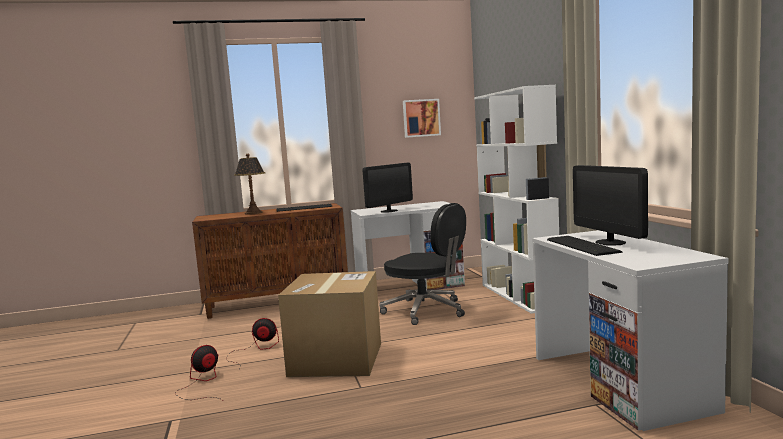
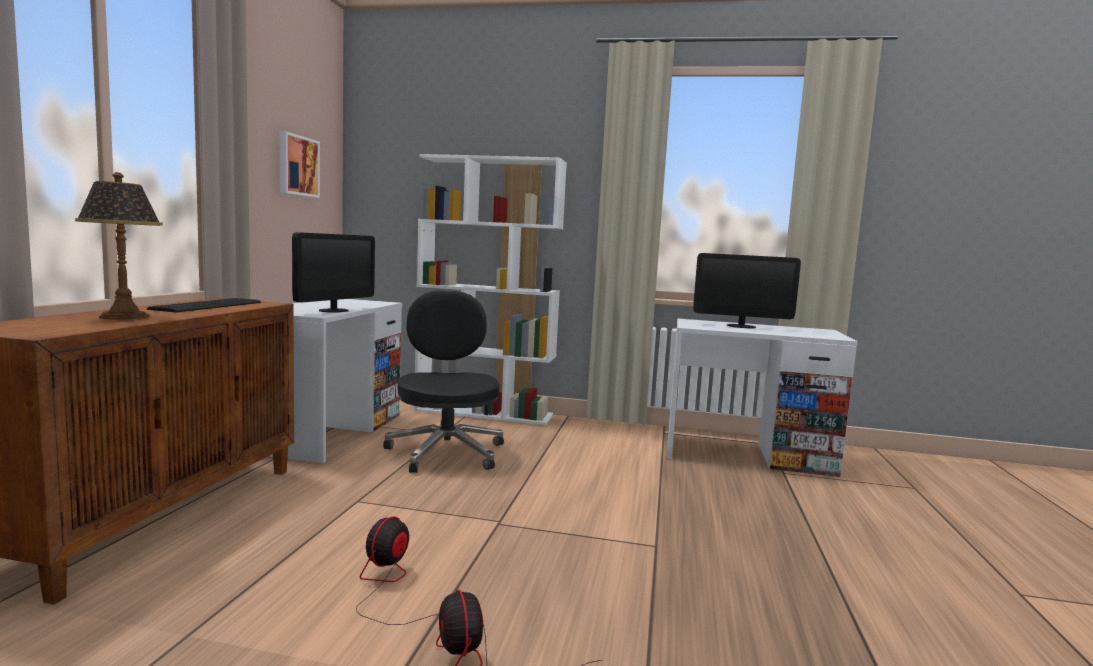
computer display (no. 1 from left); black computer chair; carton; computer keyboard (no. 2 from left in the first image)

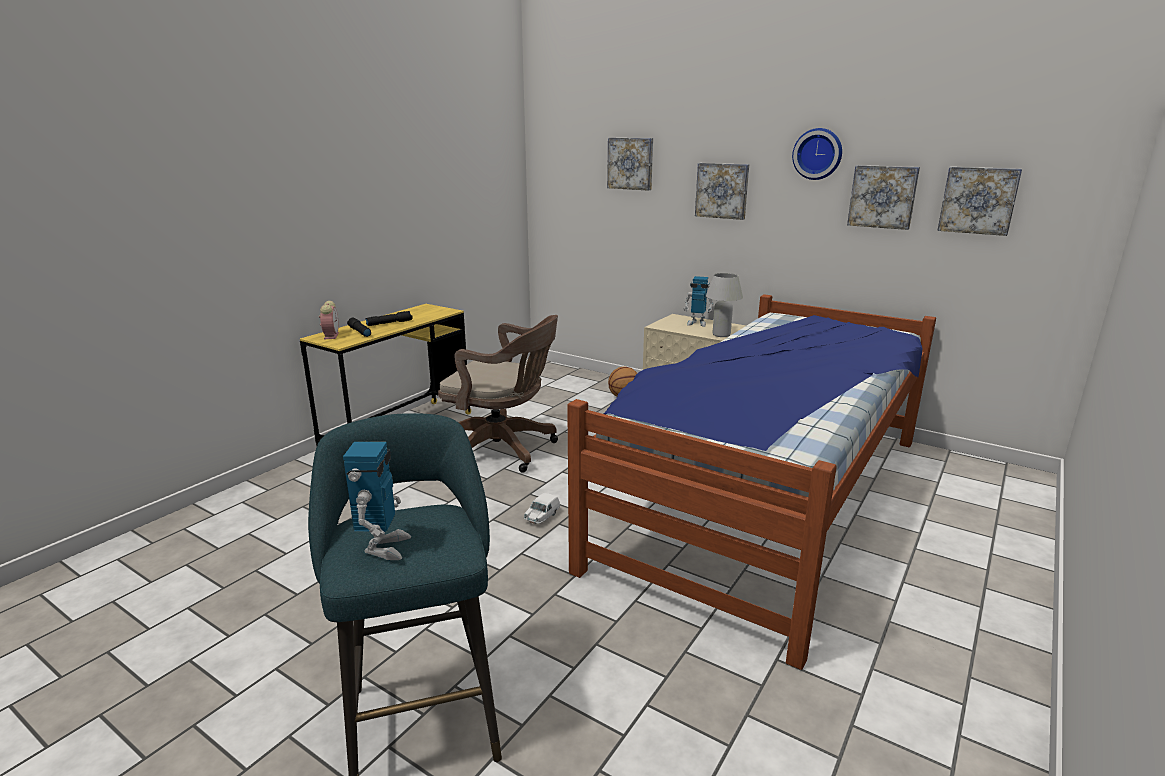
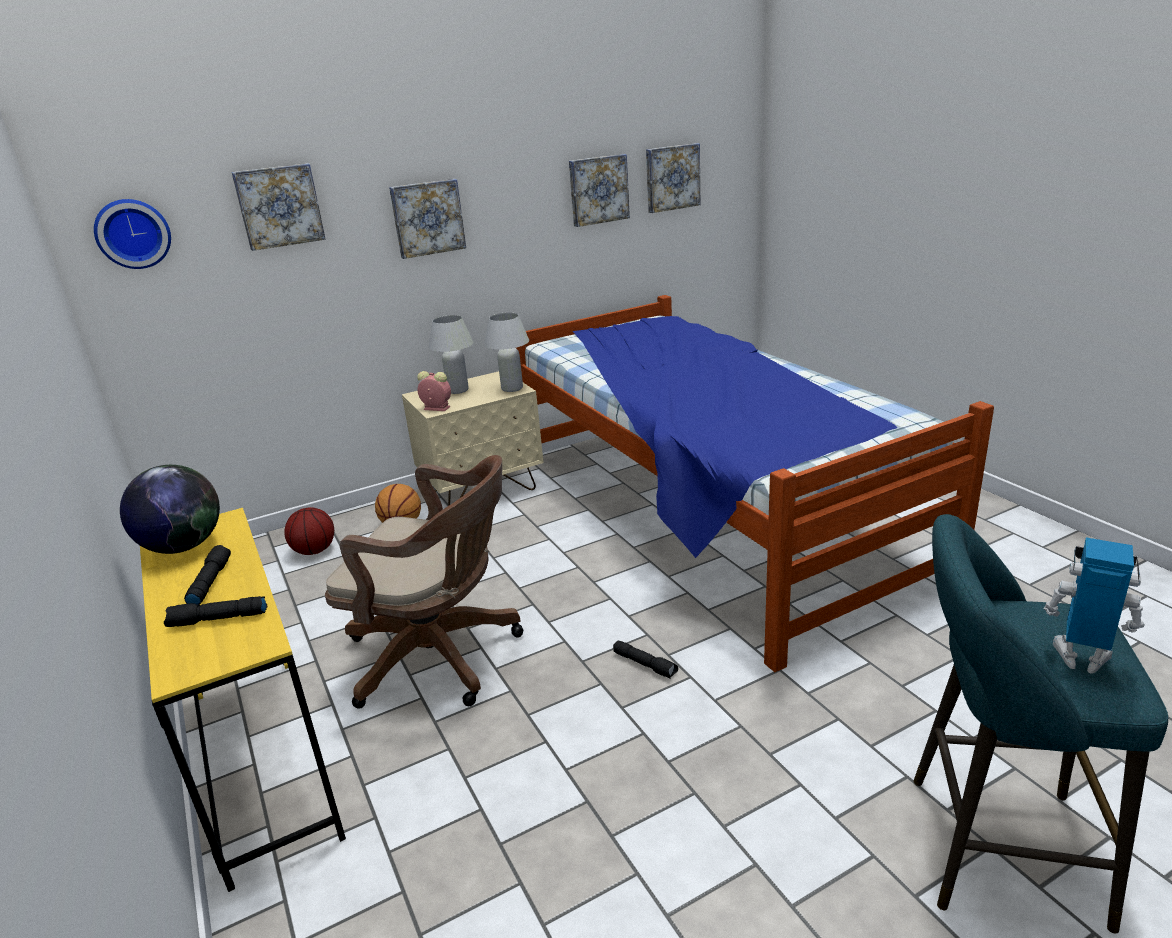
hanging clock; desk globe; basketball (no. 1 from left); brown-coloured computer chair; bedside clock; whitish tabletop lamp (no. 1 from left); black torch (no. 3 from left)

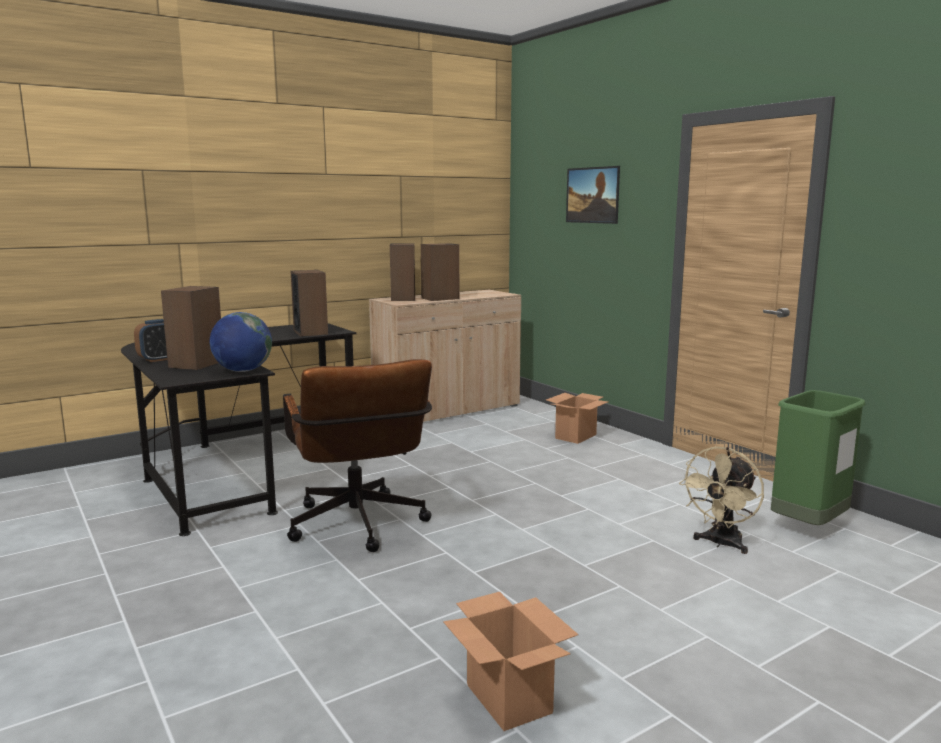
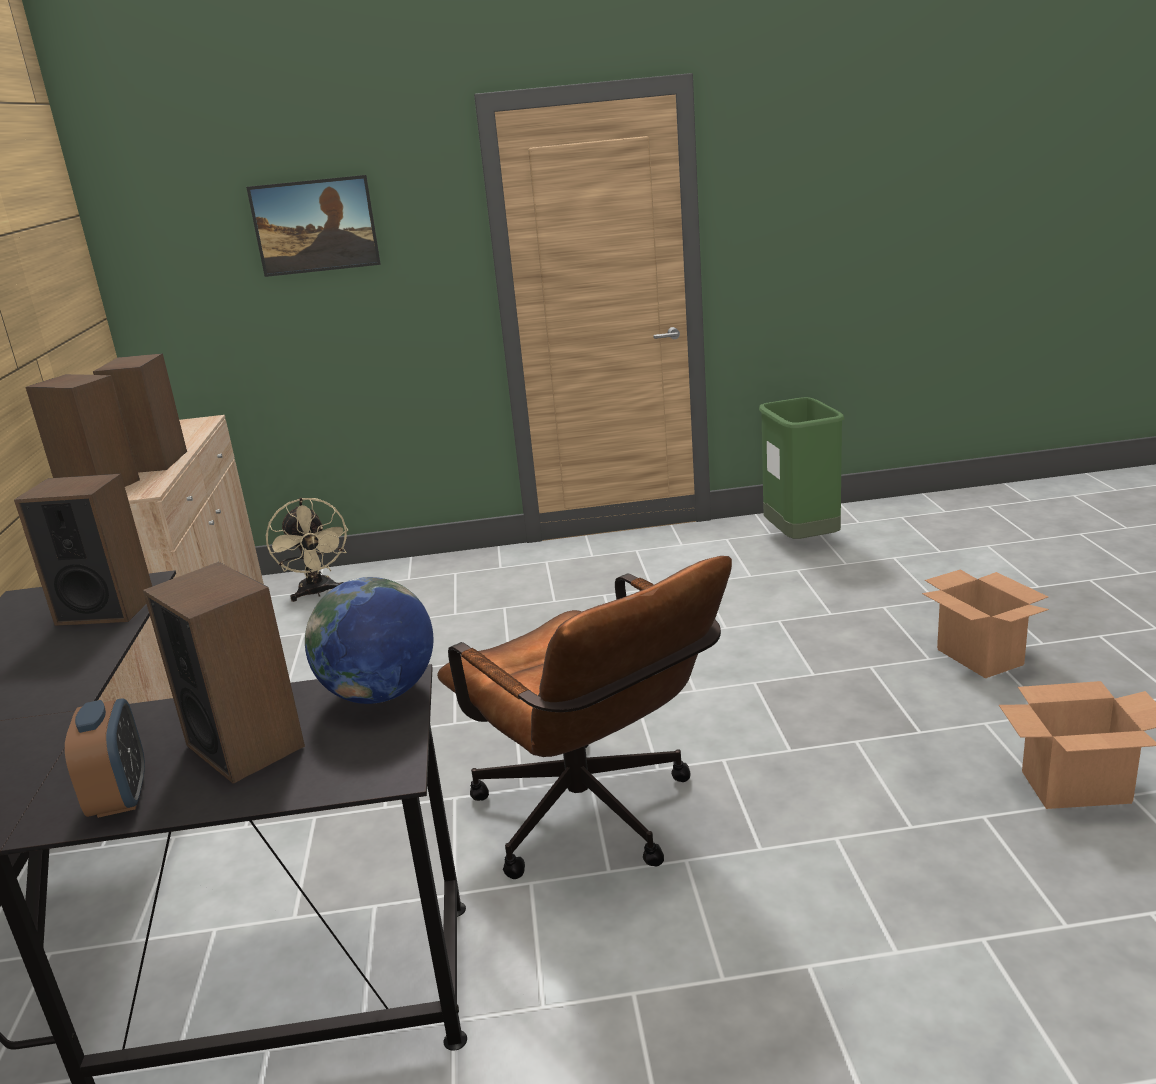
beige fan; brown-coloured computer chair; carton (no. 1 from left)

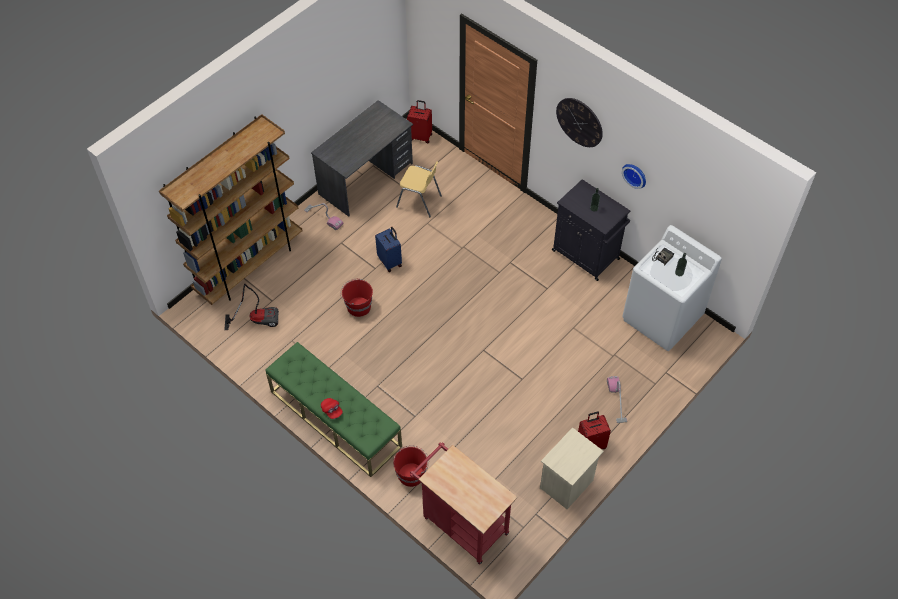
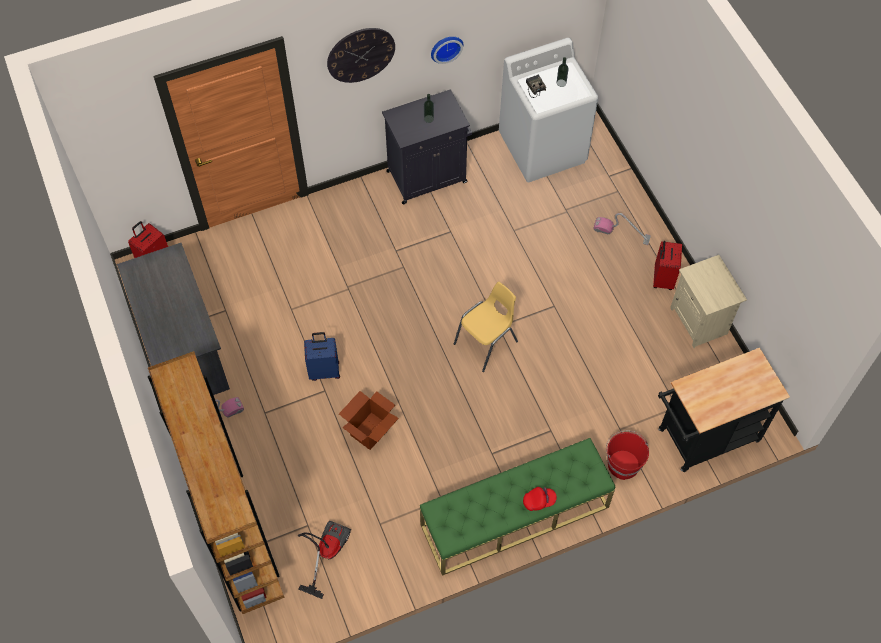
carton; yellow-coloured plain chair; black cart

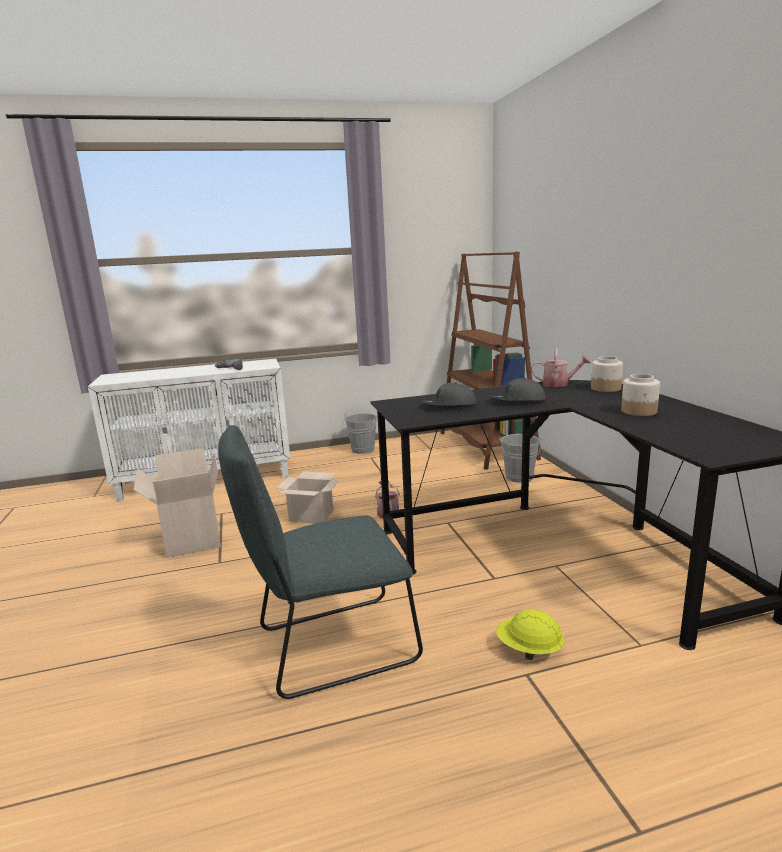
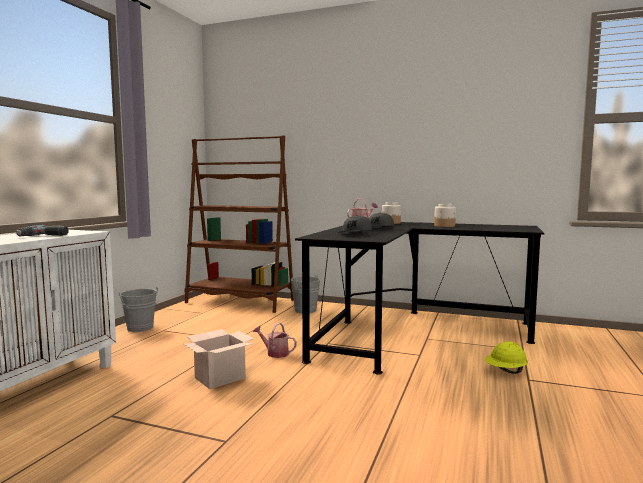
carton (no. 1 from left in the first image); gray plain chair

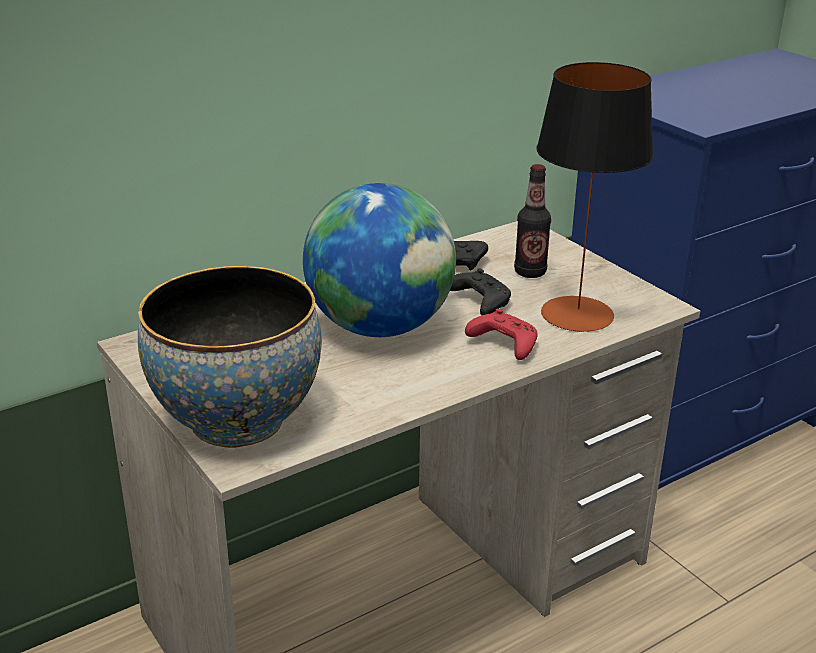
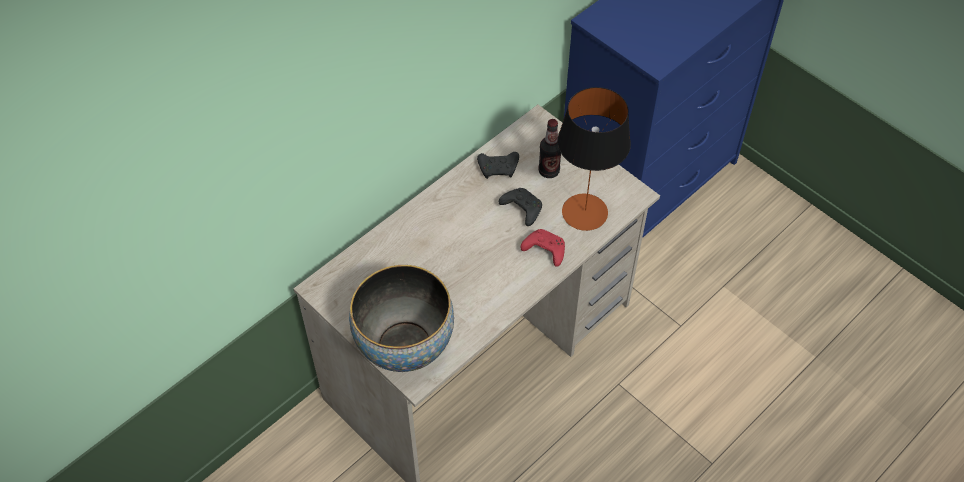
desk globe

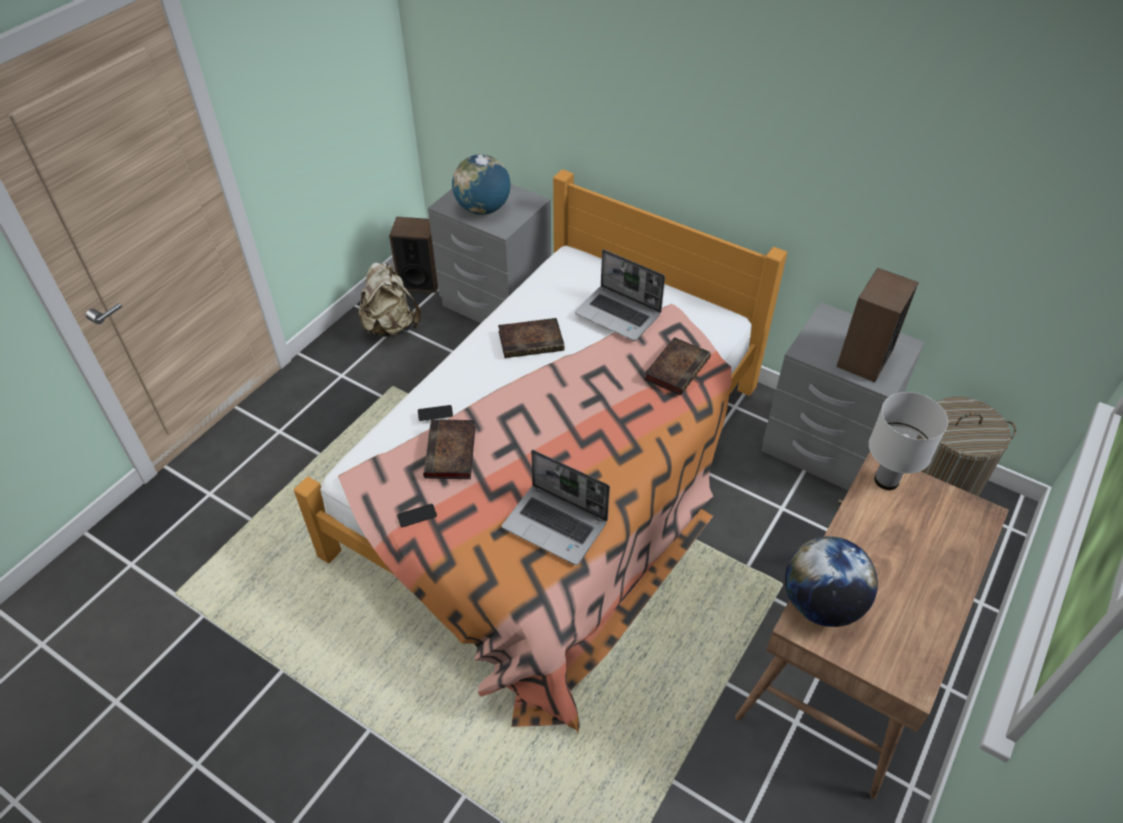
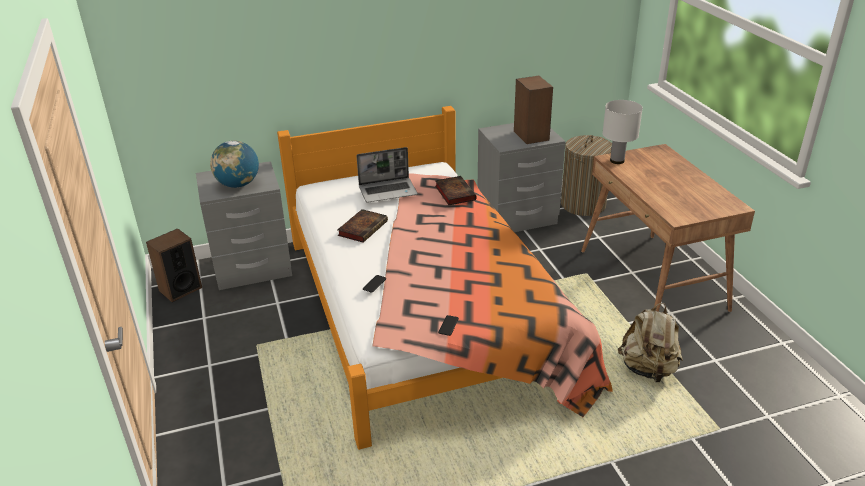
beige rucksack; bound book (no. 1 from left in the first image); notebook computer (no. 1 from left in the first image); desk globe (no. 2 from left in the first image)

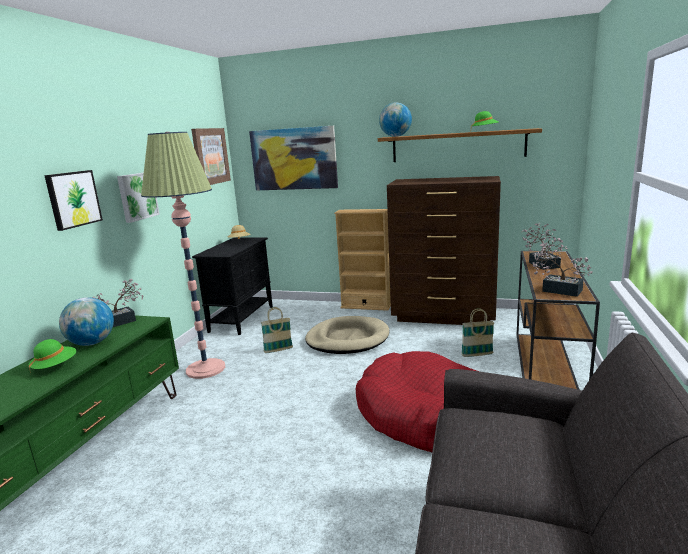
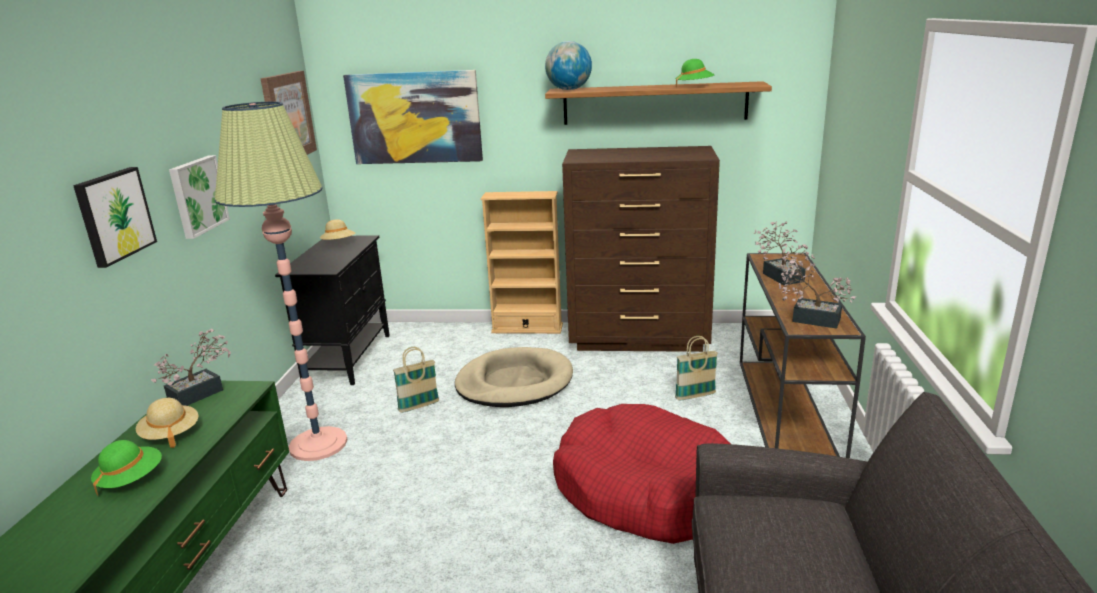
beige hat (no. 1 from left)

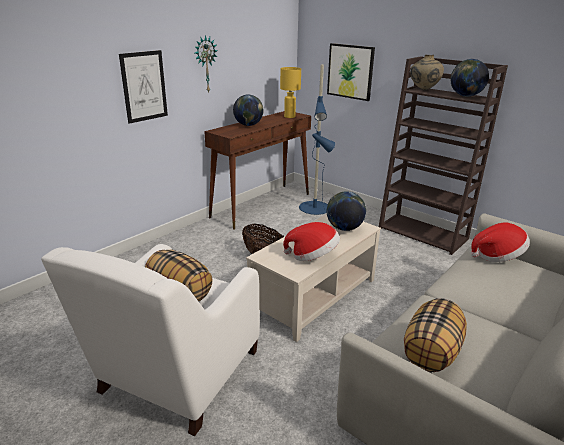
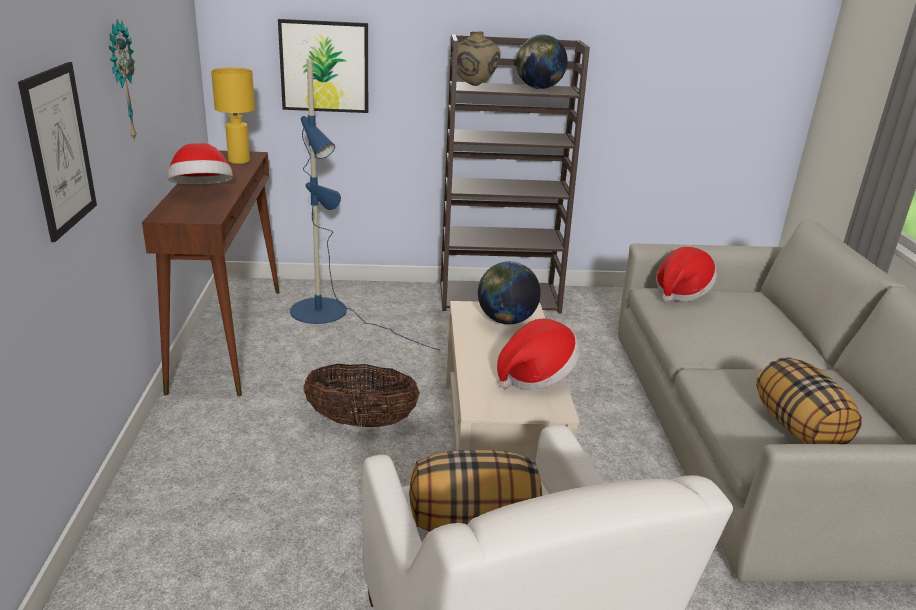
hat (no. 1 from left)

